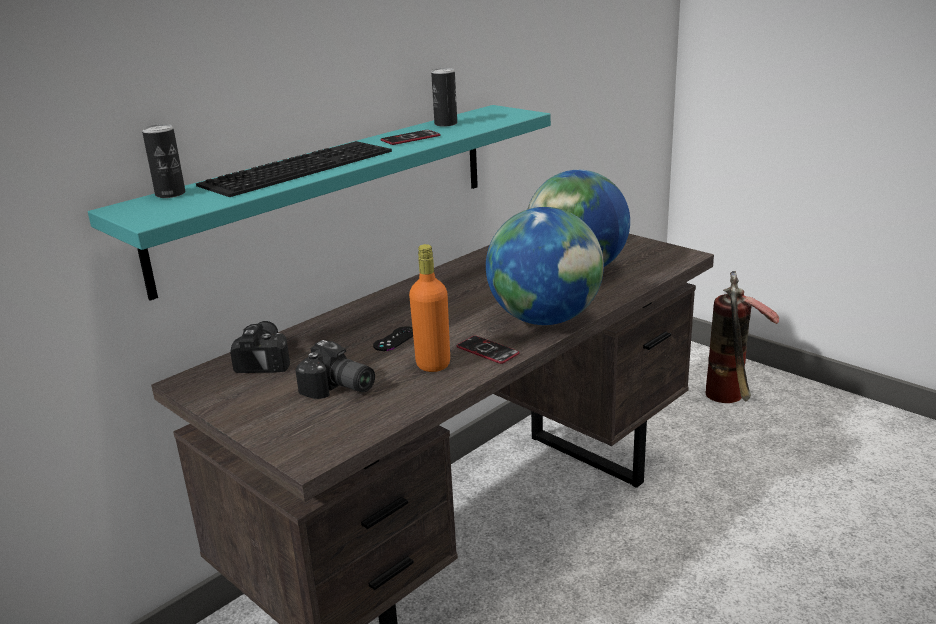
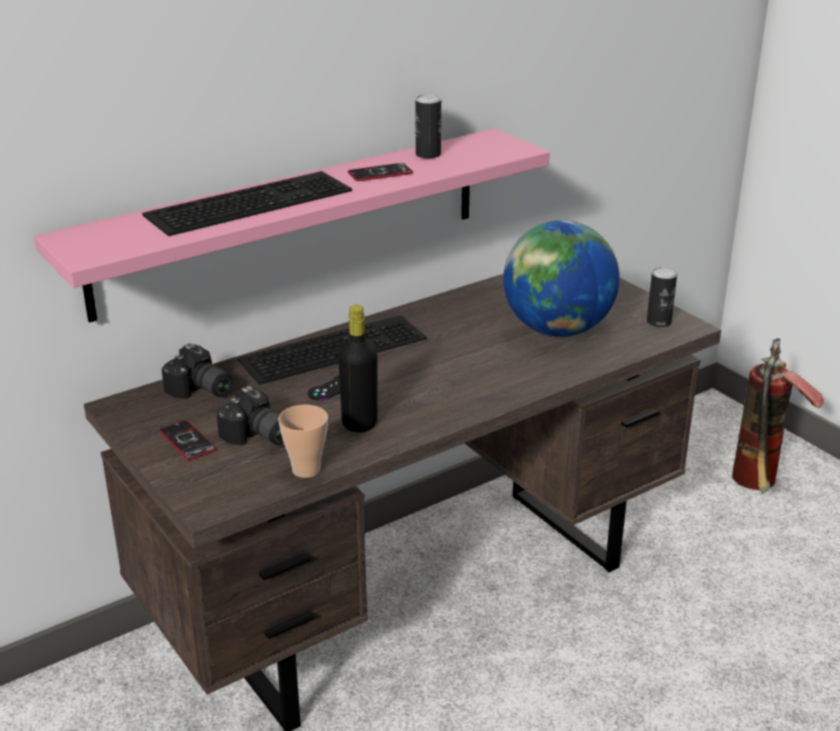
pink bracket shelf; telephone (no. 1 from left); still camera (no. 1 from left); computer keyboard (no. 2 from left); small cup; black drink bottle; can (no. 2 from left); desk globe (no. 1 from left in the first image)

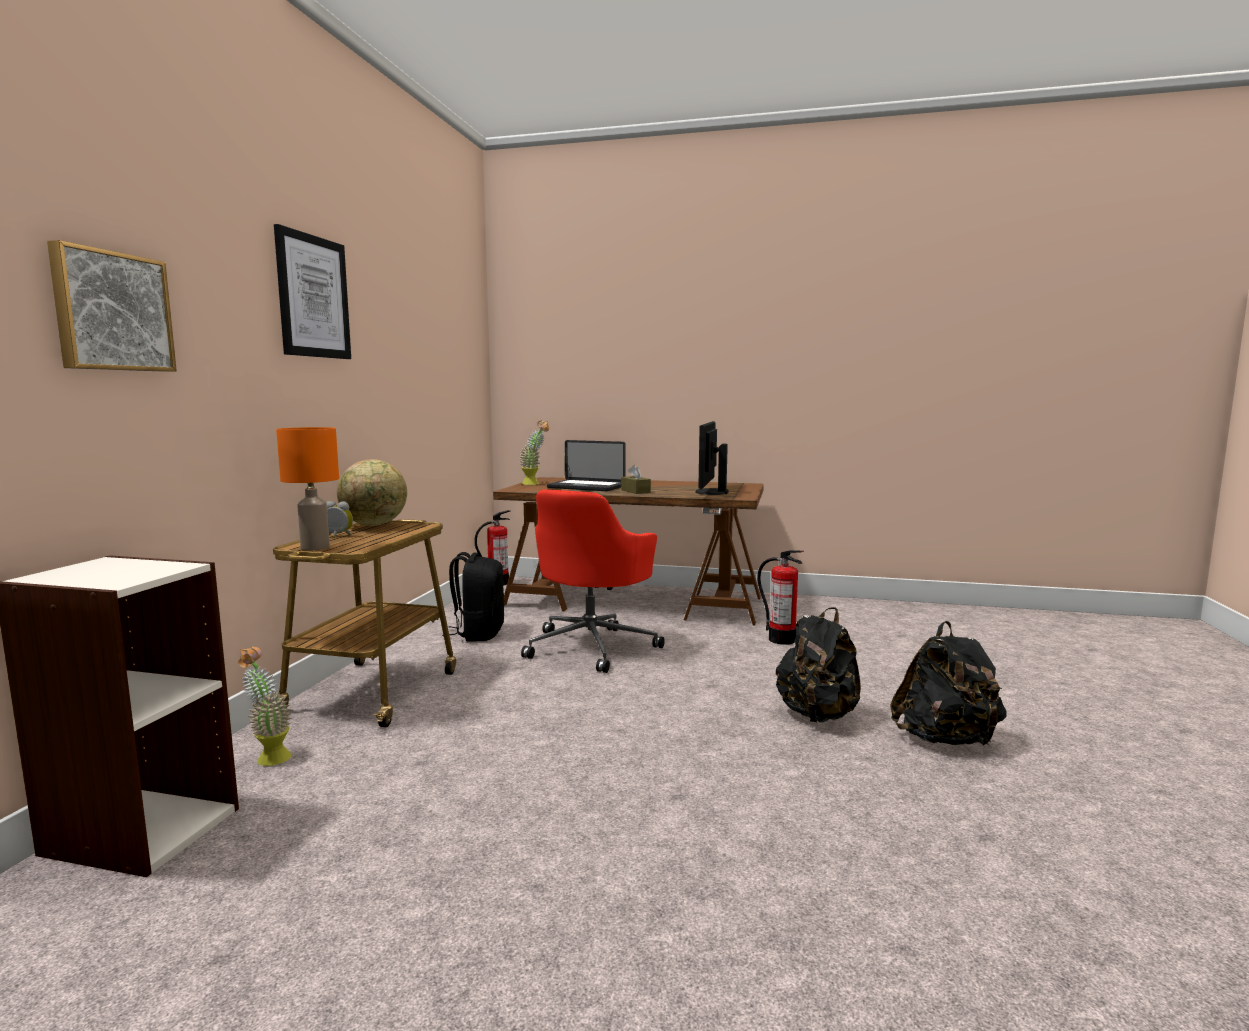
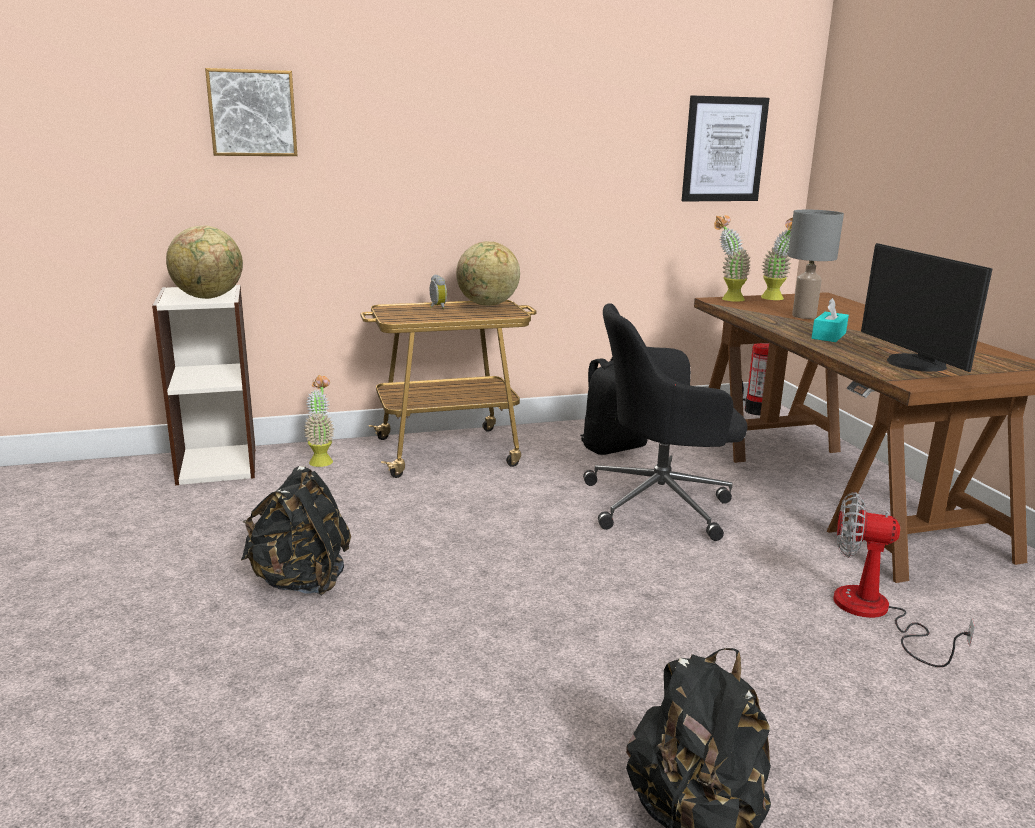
desk globe (no. 1 from left); black rucksack (no. 1 from left); black computer chair; wall picture (no. 2 from left); potted plant (no. 2 from left); gray tabletop lamp; turquoise-coloured tissue holder; fan; computer display; orangey tabletop lamp

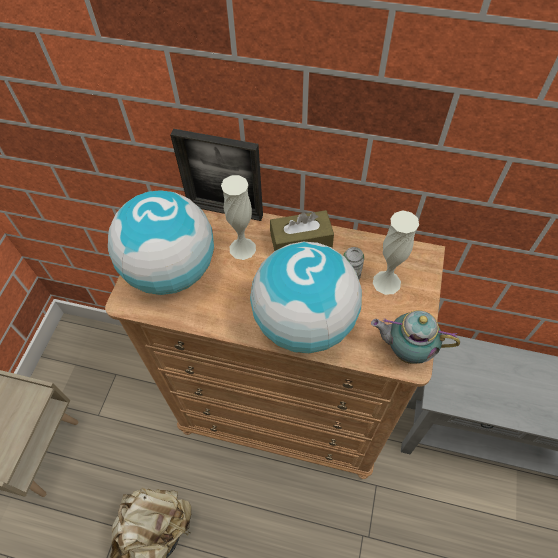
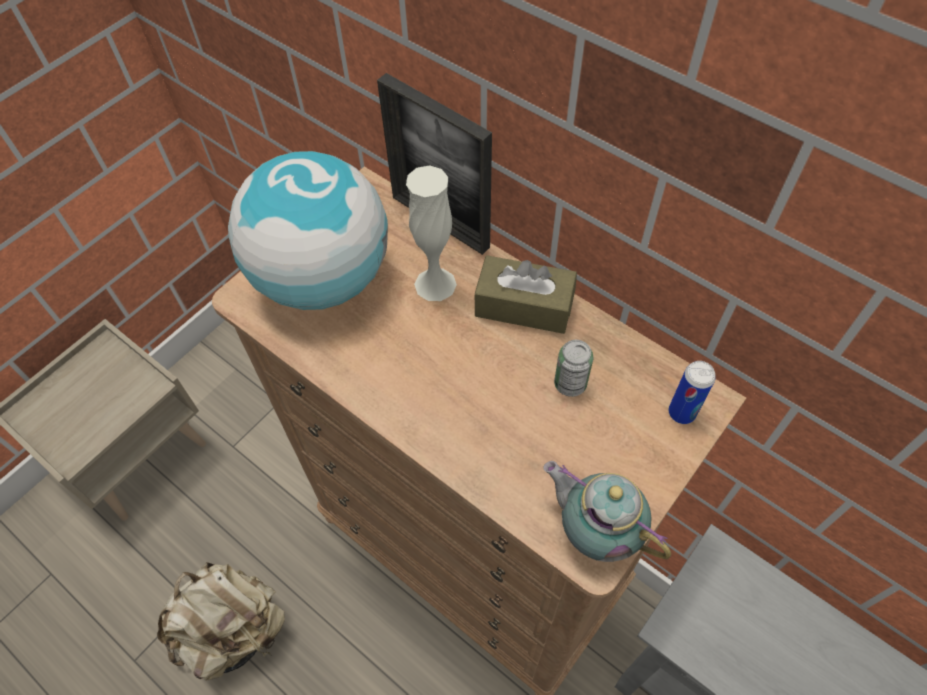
can (no. 2 from left); desk globe (no. 2 from left in the first image); whitish decorative vase (no. 2 from left in the first image)

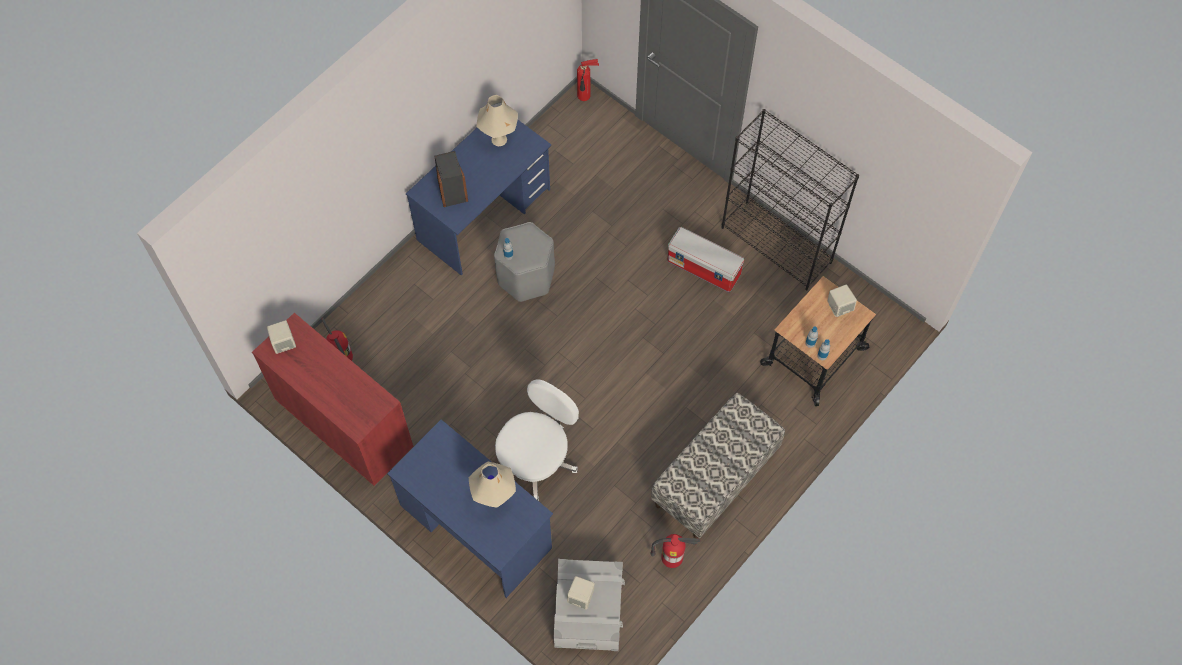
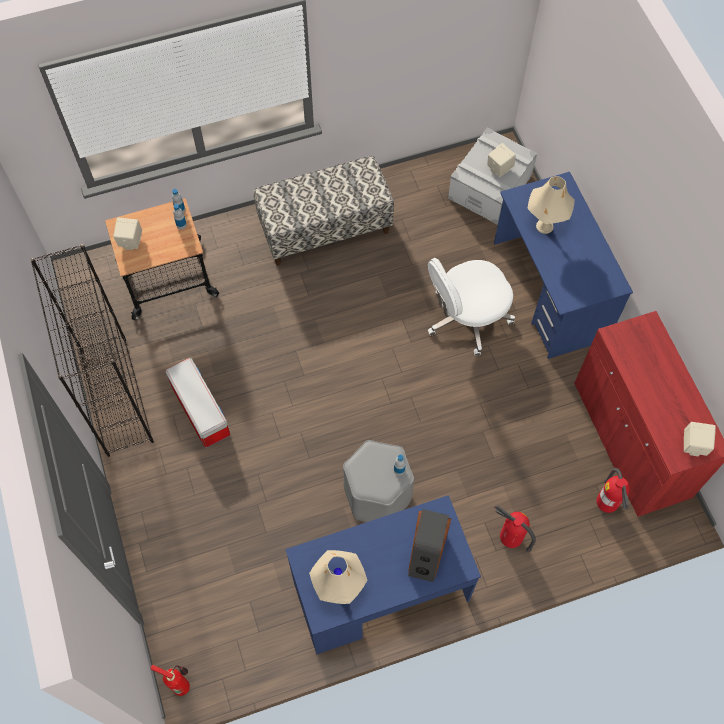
fire extinguisher (no. 2 from left)

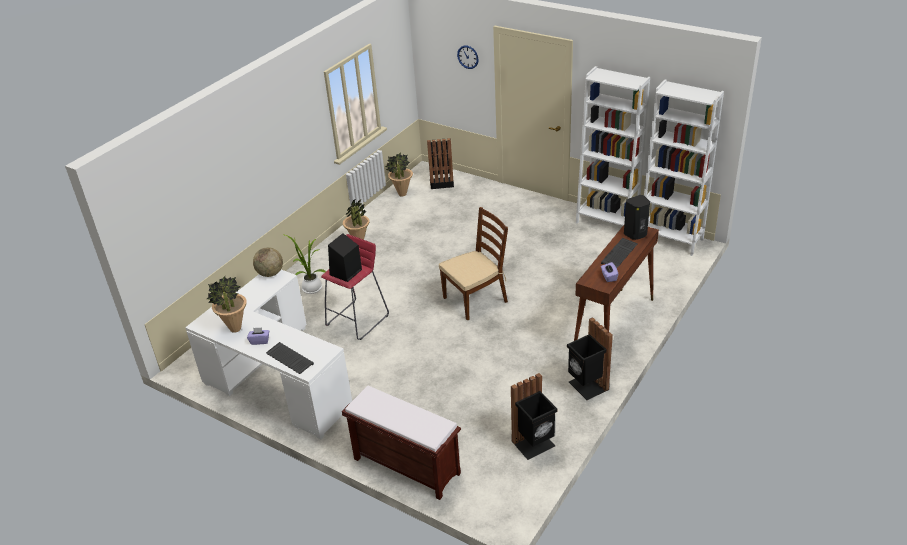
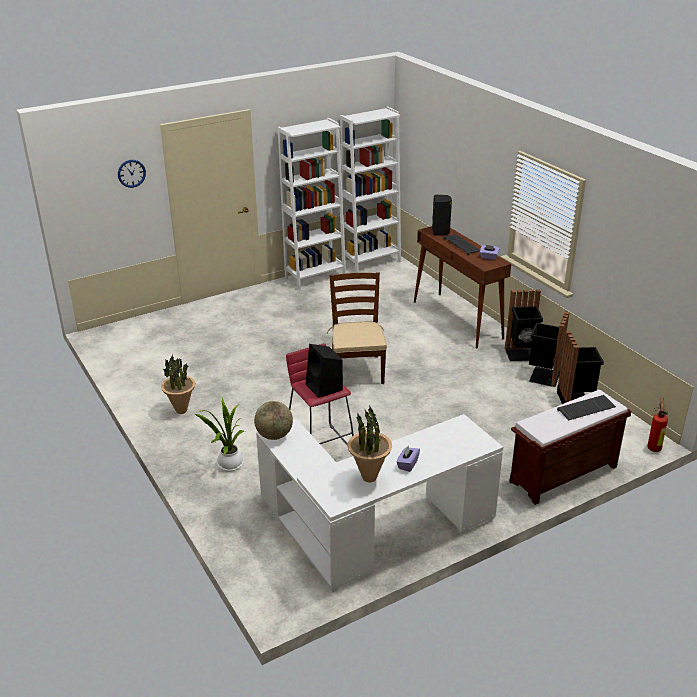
black waste bin (no. 2 from left); computer keyboard (no. 2 from left); fire extinguisher; potted plant (no. 4 from left in the first image)

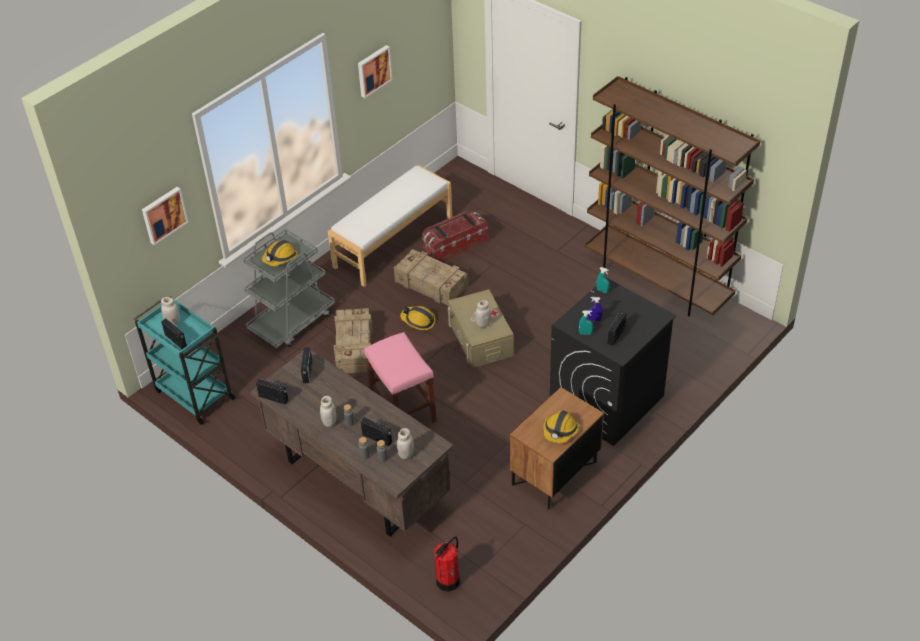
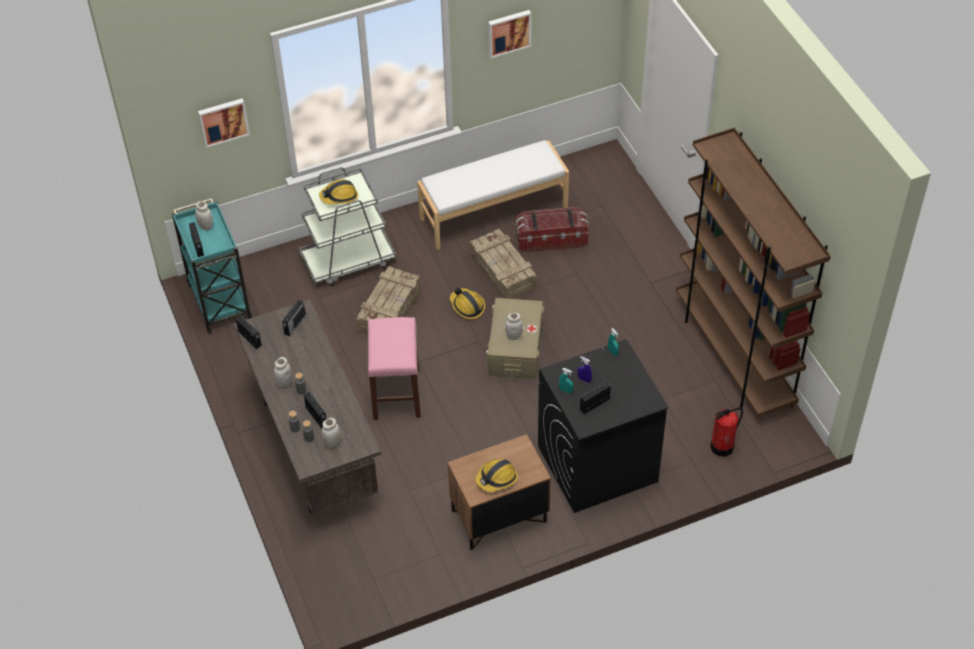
fire extinguisher

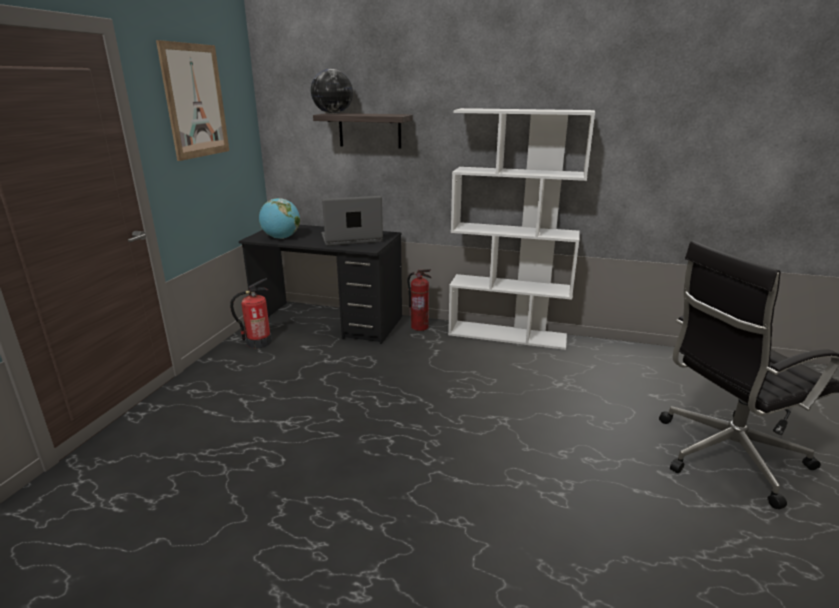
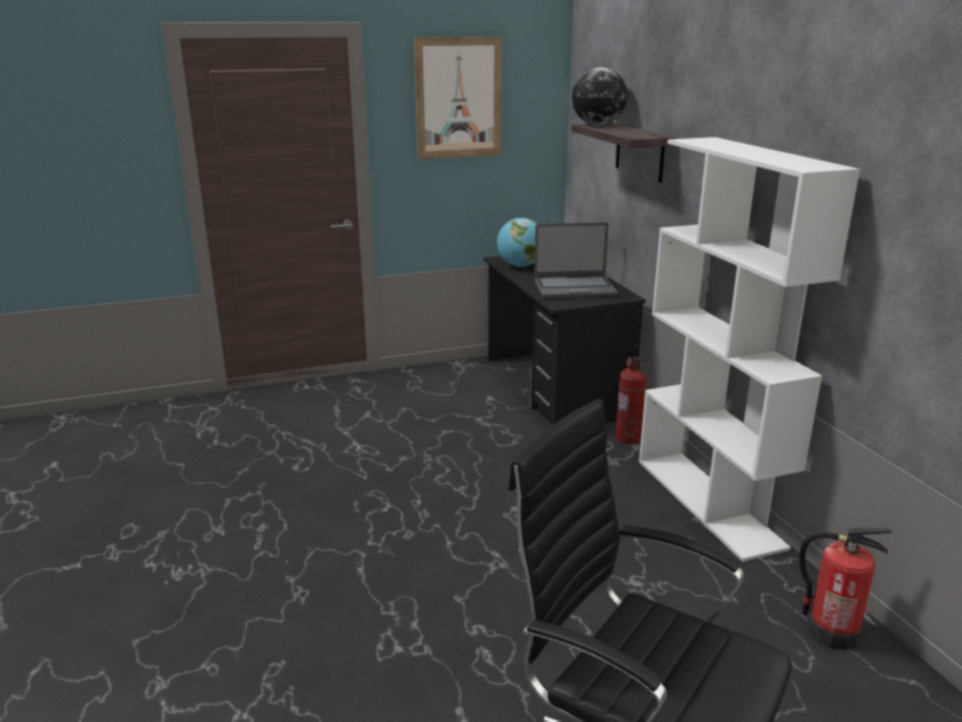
notebook computer; fire extinguisher (no. 2 from left)

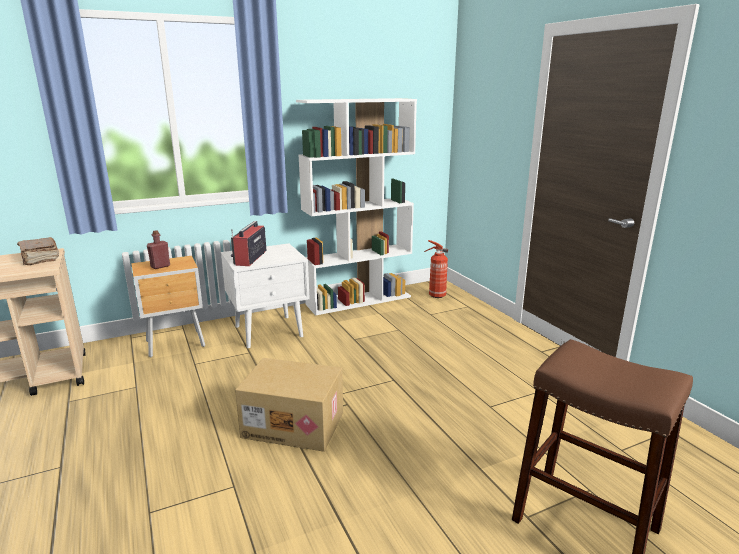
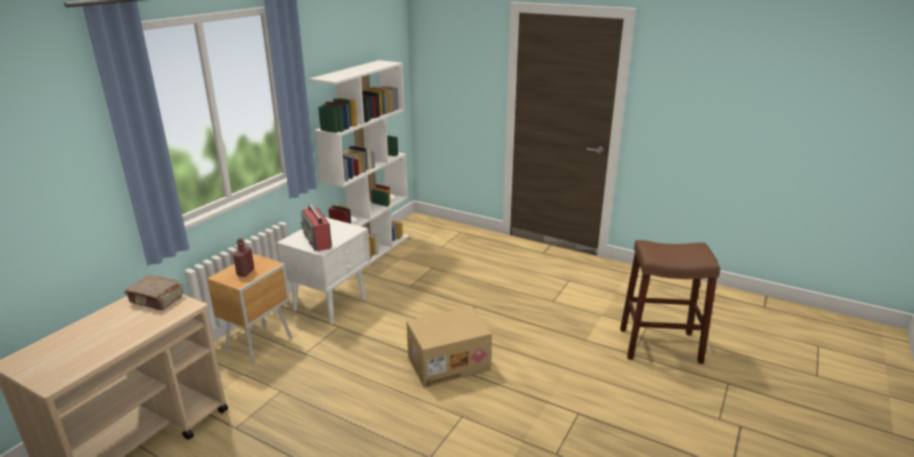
fire extinguisher

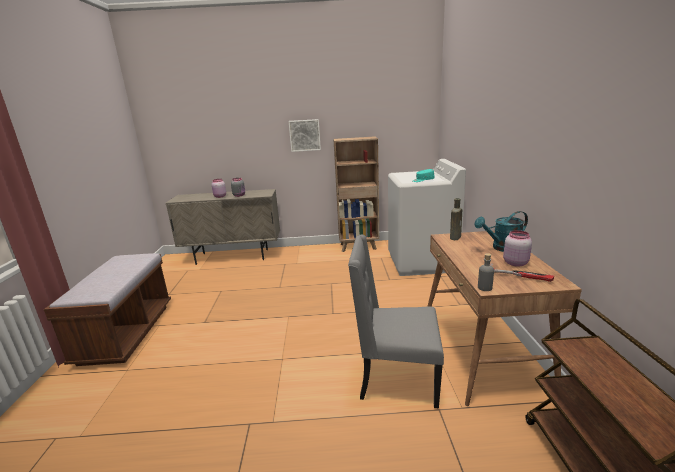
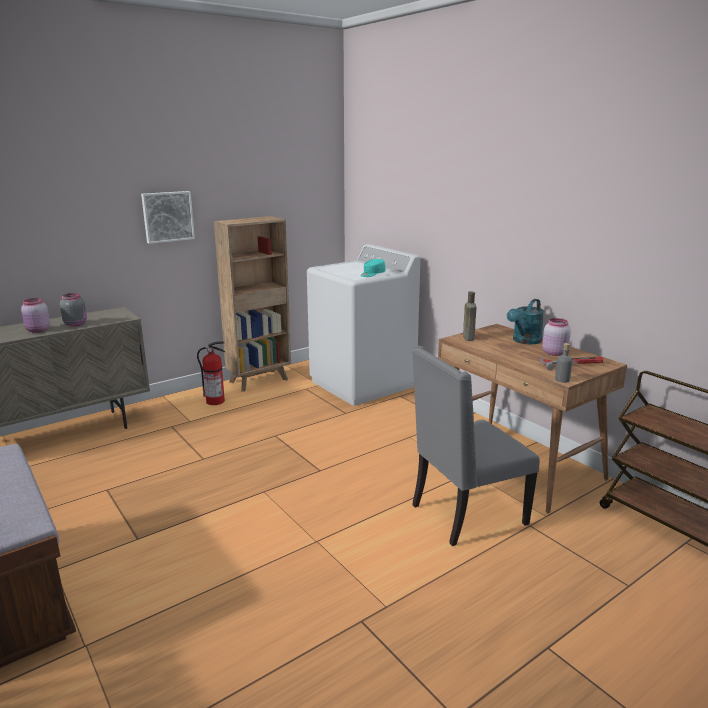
fire extinguisher

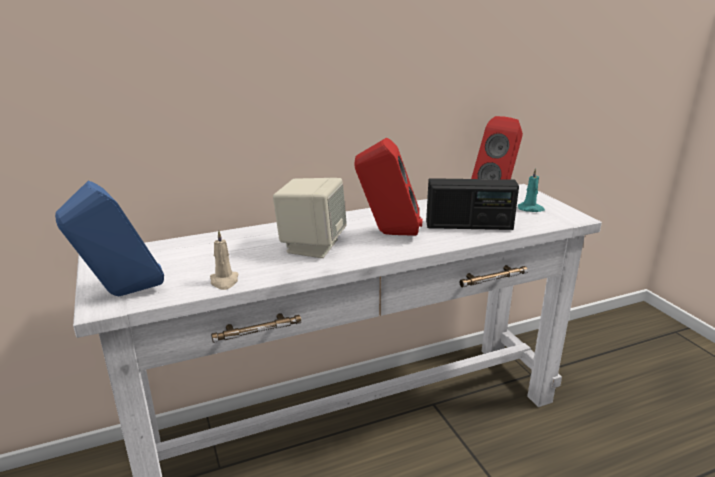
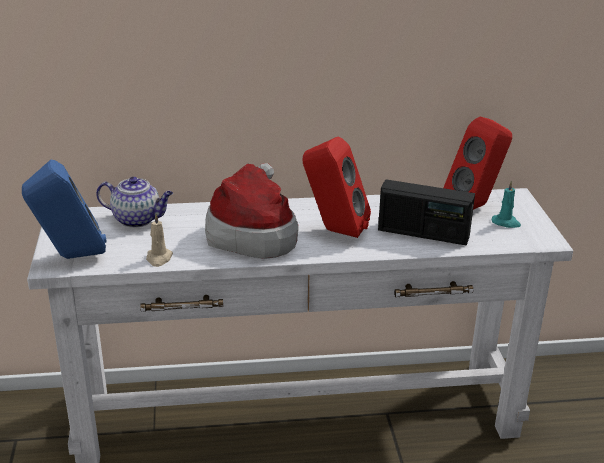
tea pot; hat

